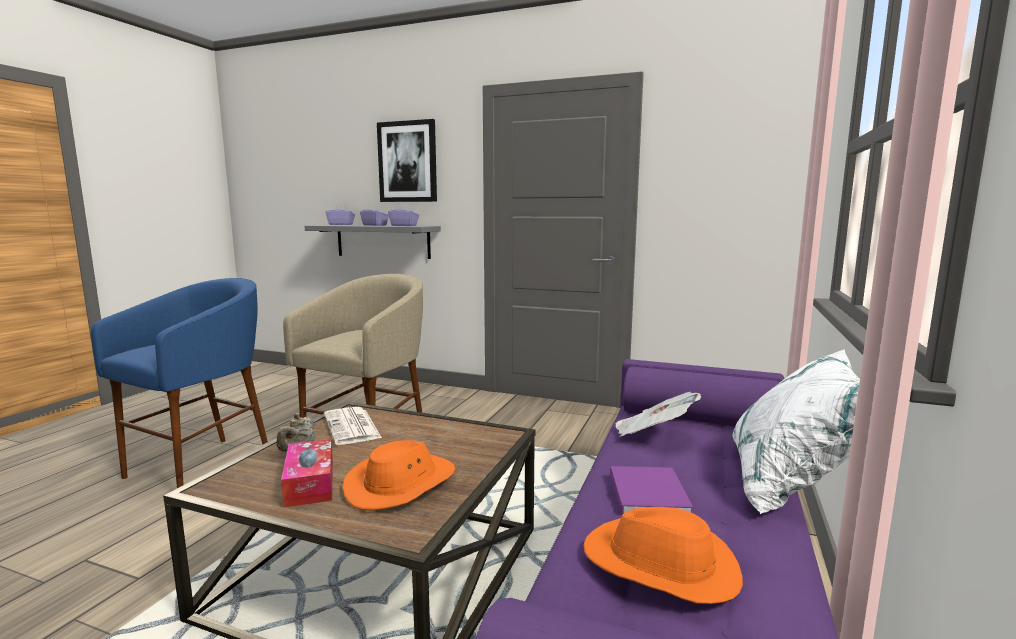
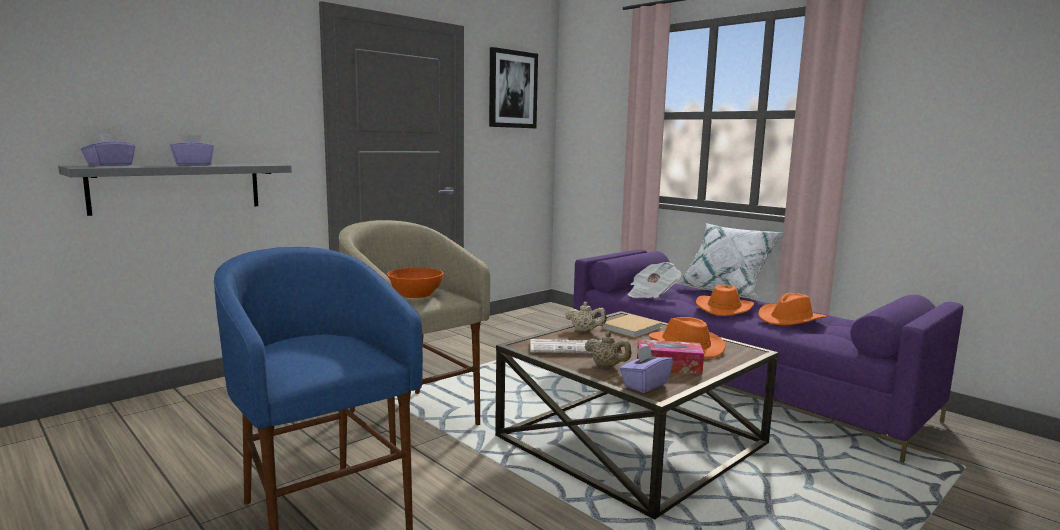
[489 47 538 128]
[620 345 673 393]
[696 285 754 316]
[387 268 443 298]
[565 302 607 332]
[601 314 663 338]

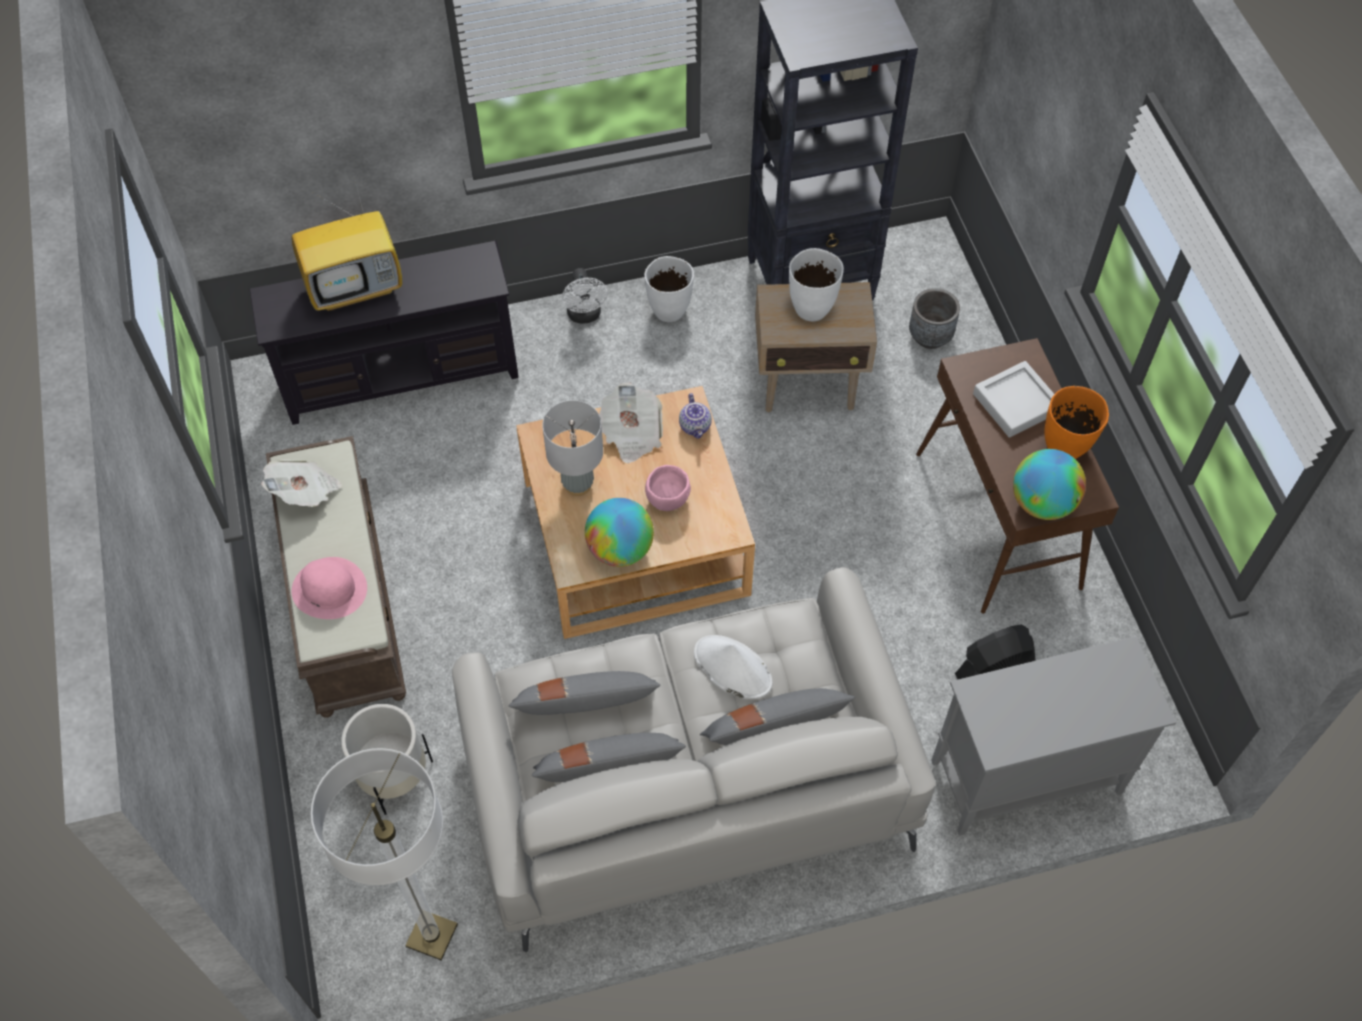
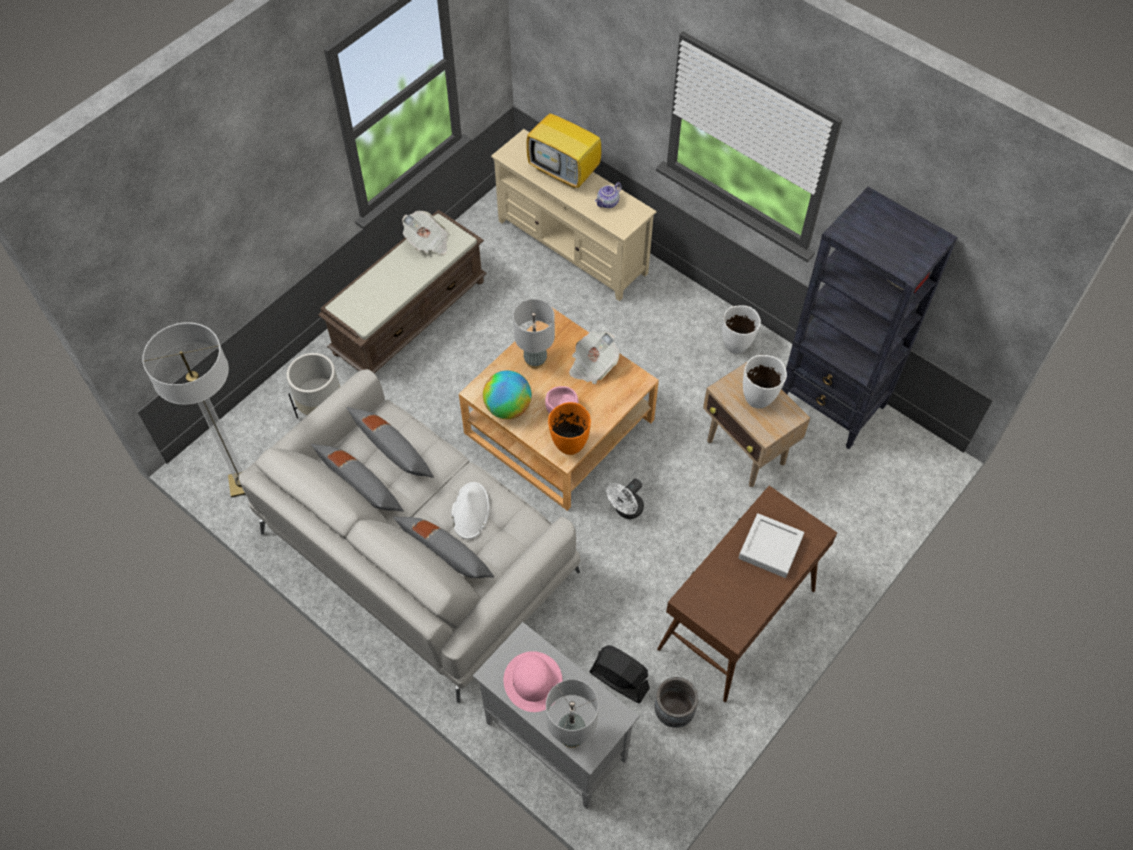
[491 129 657 301]
[503 651 563 712]
[606 478 644 519]
[595 182 622 208]
[654 677 698 728]
[1013 449 1086 520] (first image)
[548 402 591 455]
[546 679 599 748]

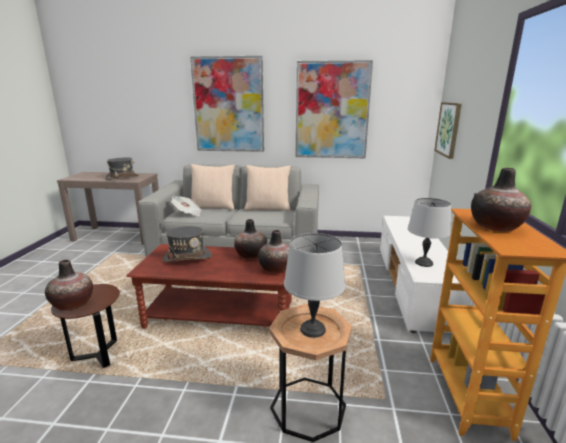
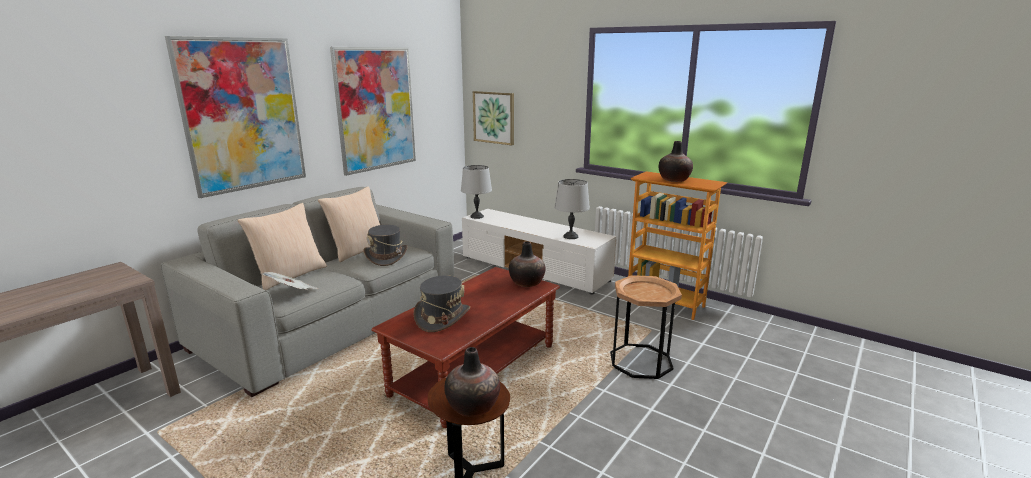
[363 225 407 266]
[234 219 267 259] (first image)
[461 165 492 219]

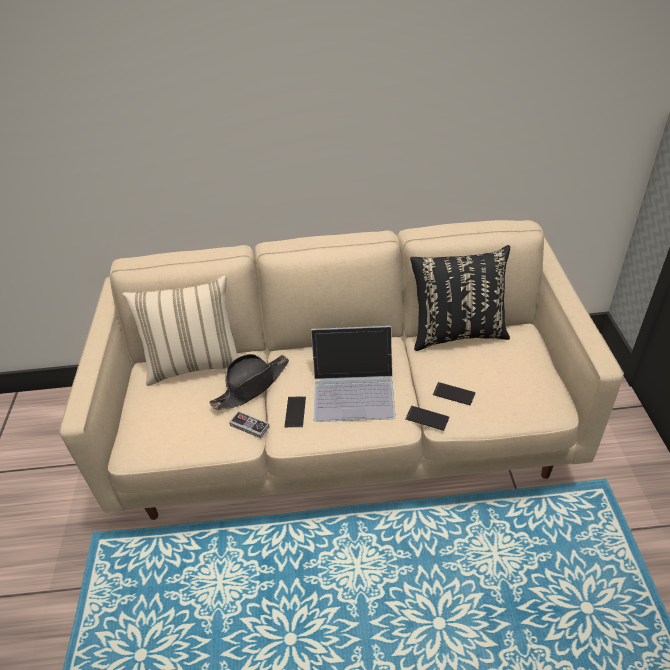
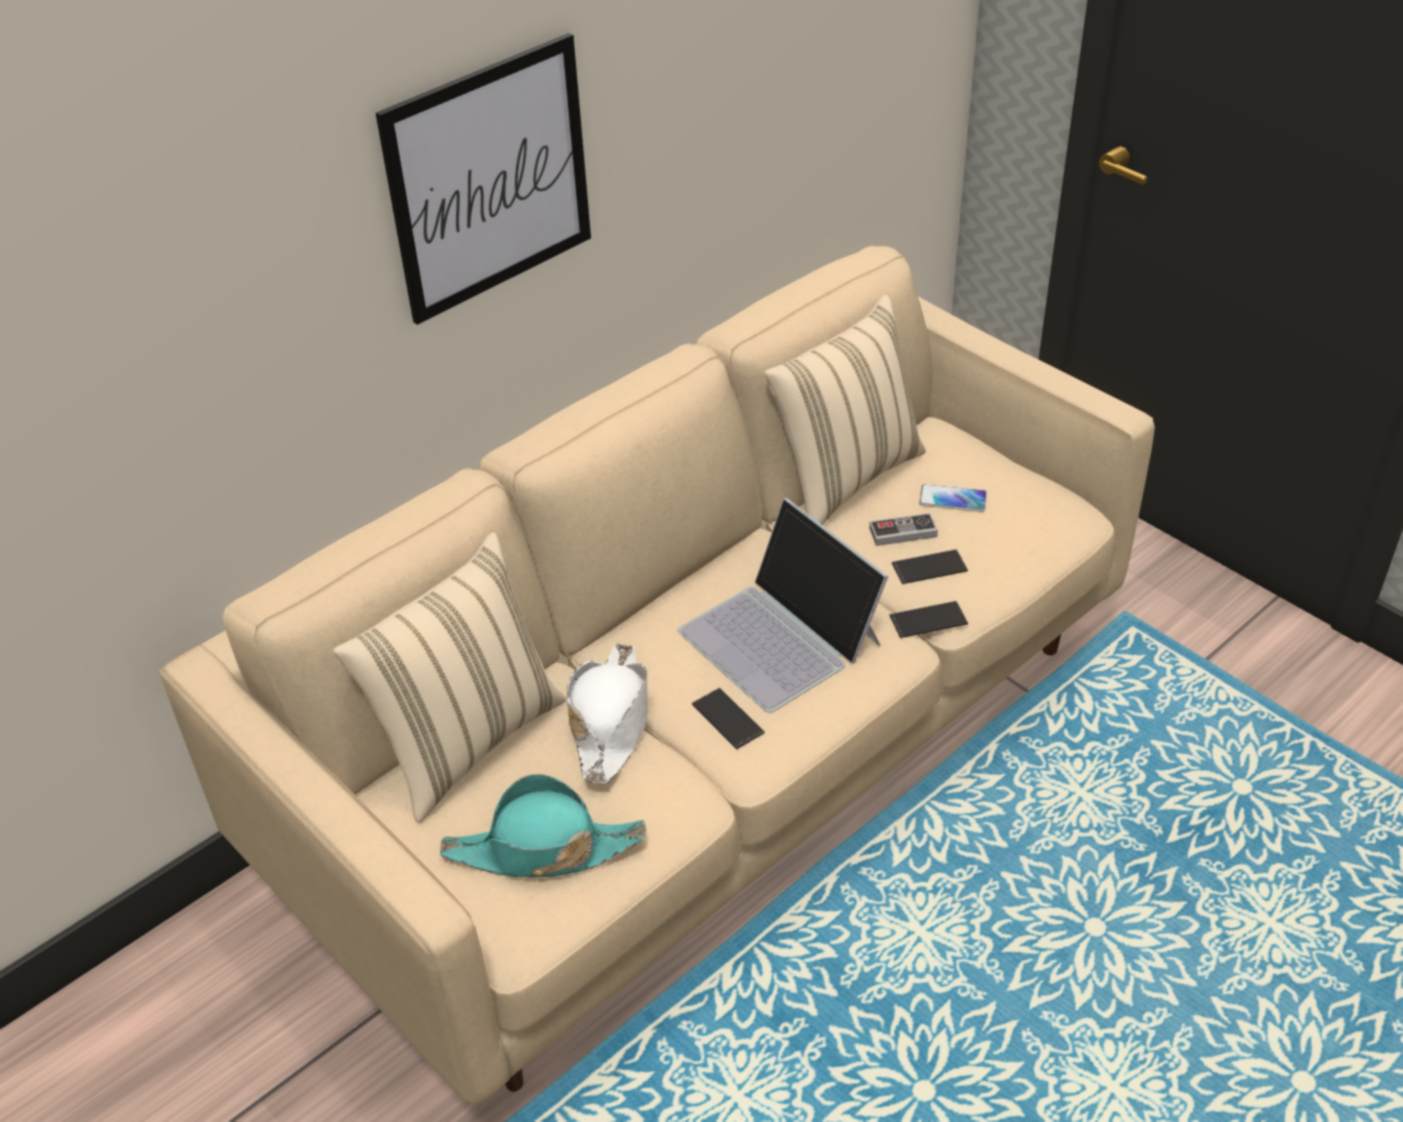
[567 643 648 784]
[869 513 938 546]
[678 498 888 712]
[764 295 926 525]
[376 33 591 325]
[440 774 646 877]
[919 484 987 512]

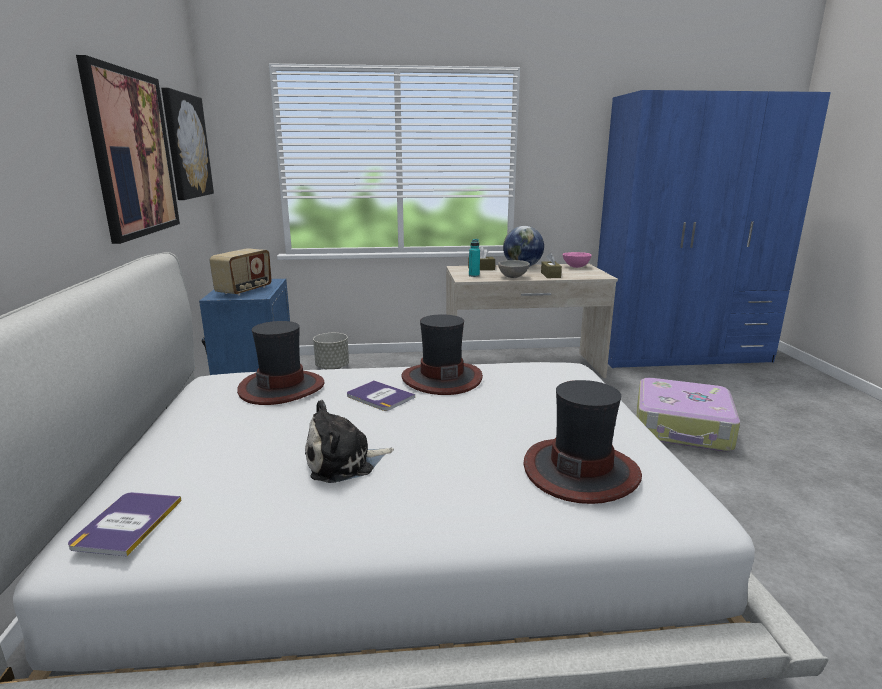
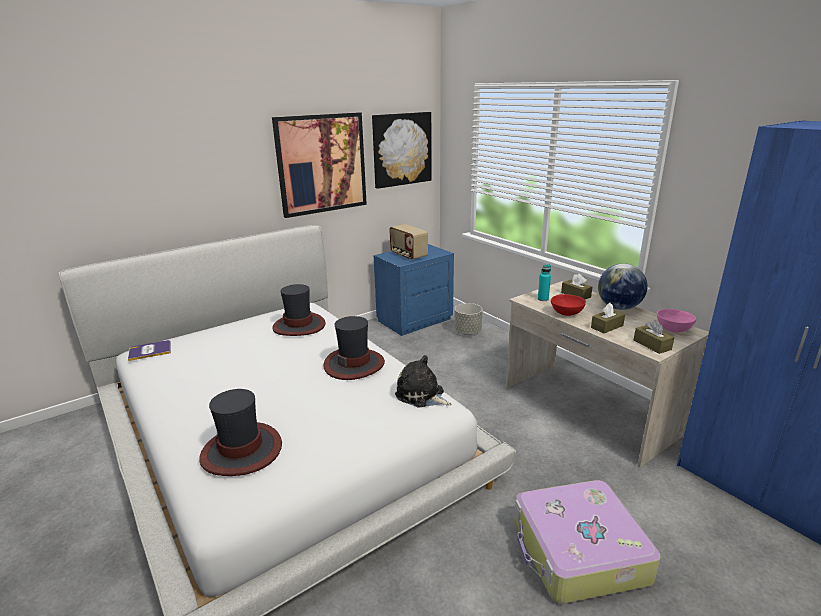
[389 224 428 260]
[395 355 451 408]
[347 381 415 411] (first image)
[551 294 586 316]
[634 320 674 354]

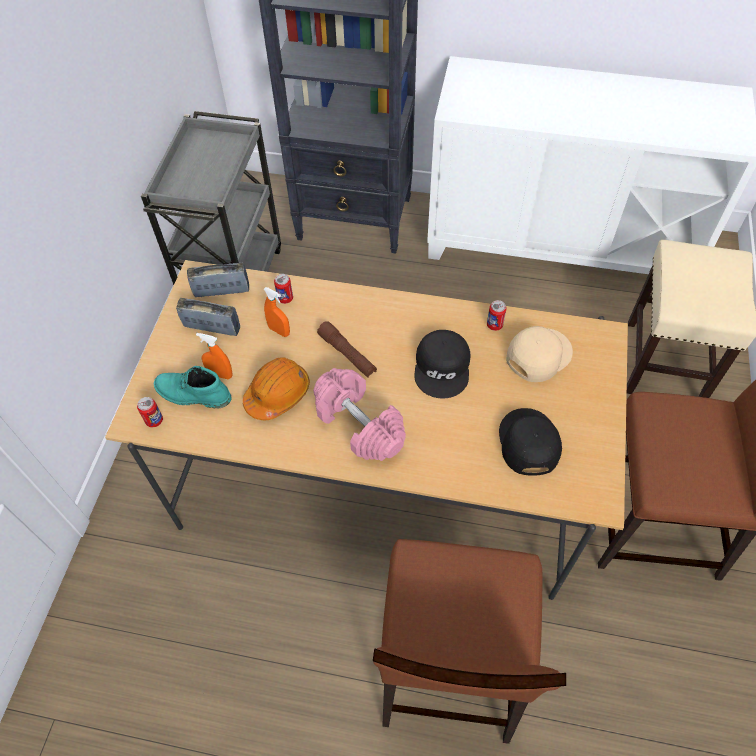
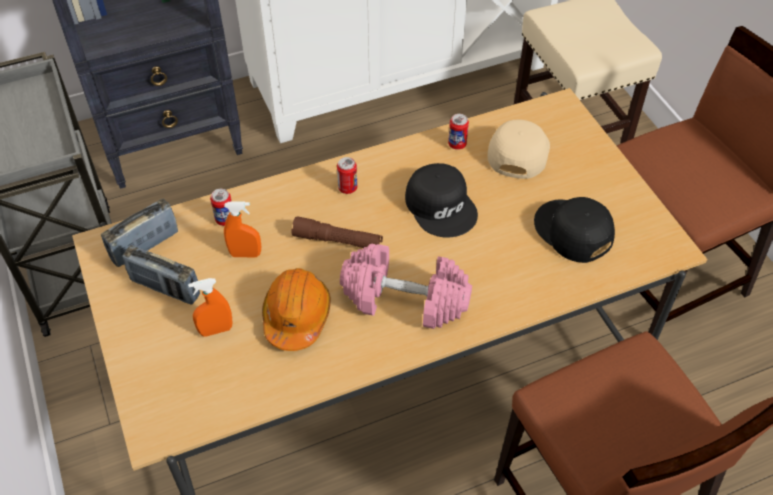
[337 157 357 194]
[154 366 232 409] (first image)
[122 245 200 305]

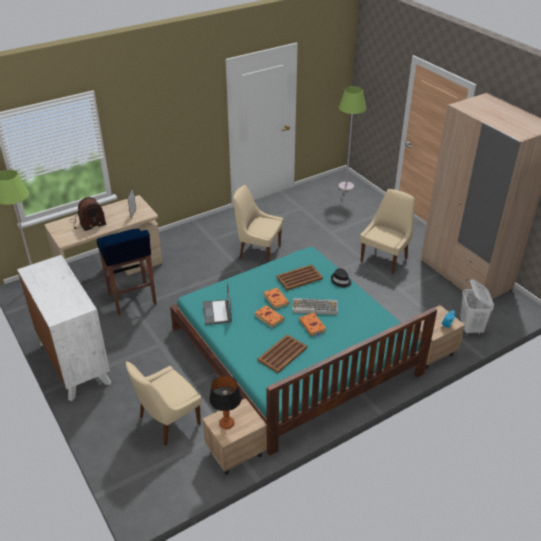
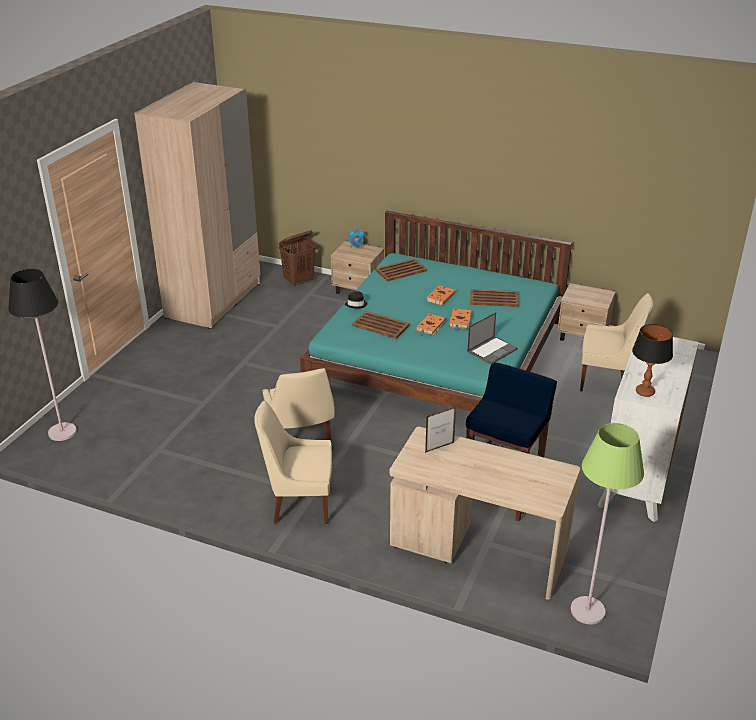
[69 197 106 231] (first image)
[632 324 673 397]
[292 298 338 315] (first image)
[8 269 77 441]
[254 401 332 524]
[279 230 316 286]
[375 258 427 281]

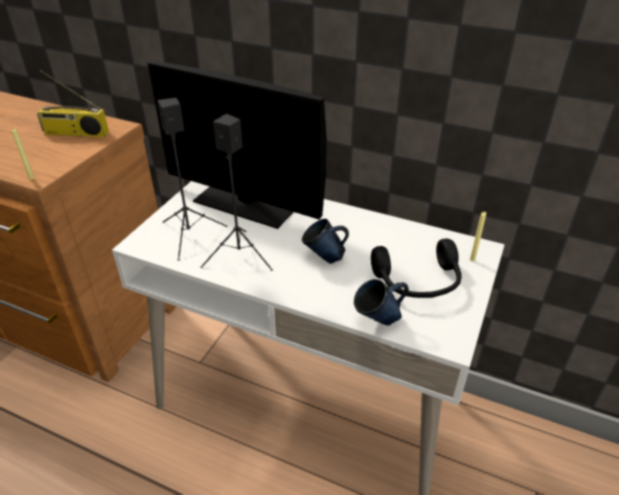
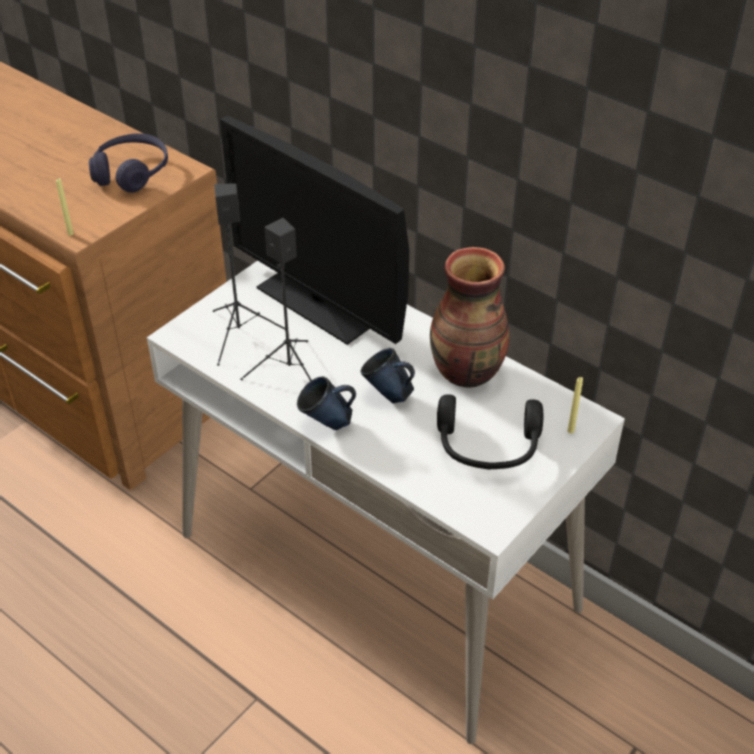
[89 133 168 193]
[297 376 356 430]
[430 247 509 388]

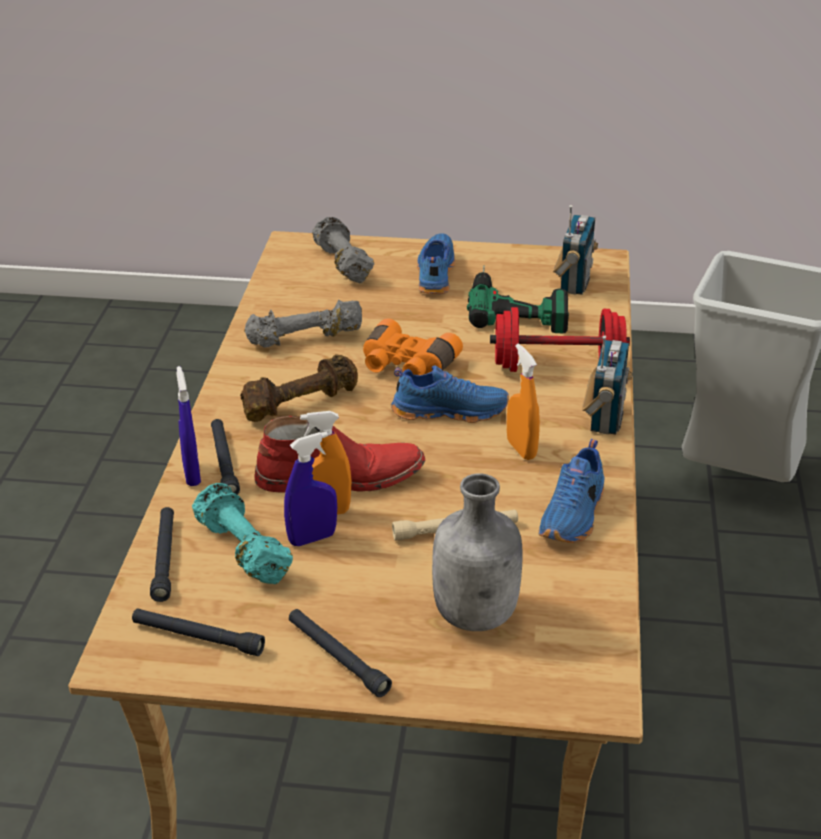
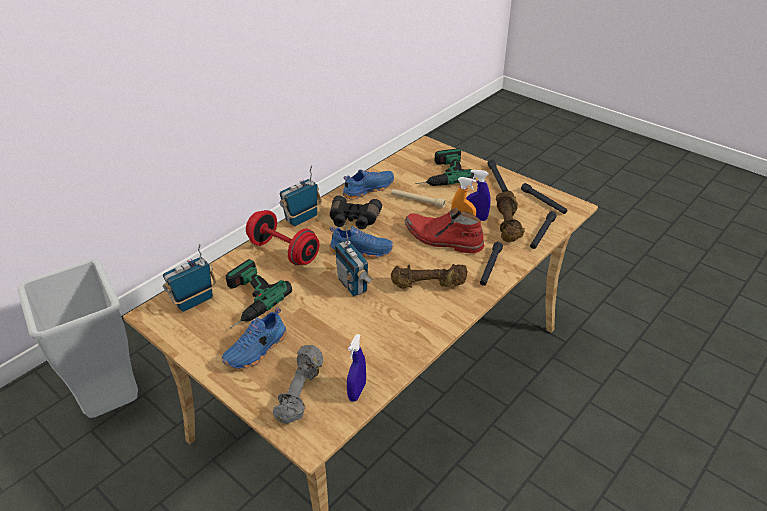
[347 334 366 402]
[496 191 525 242]
[244 300 362 348] (first image)
[335 223 373 296]
[329 226 393 258]
[416 148 476 186]
[330 195 382 229]

